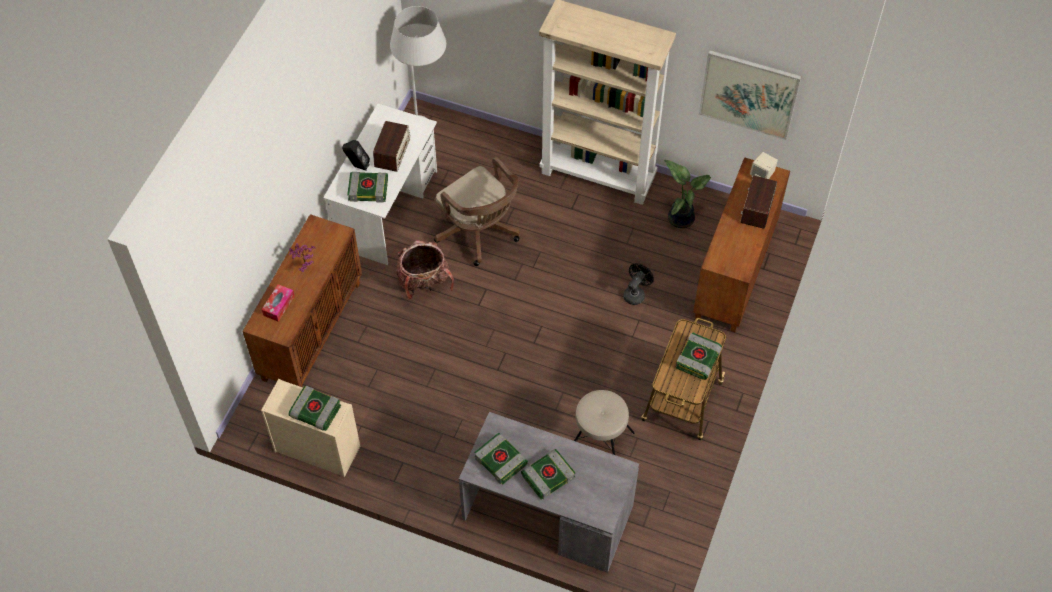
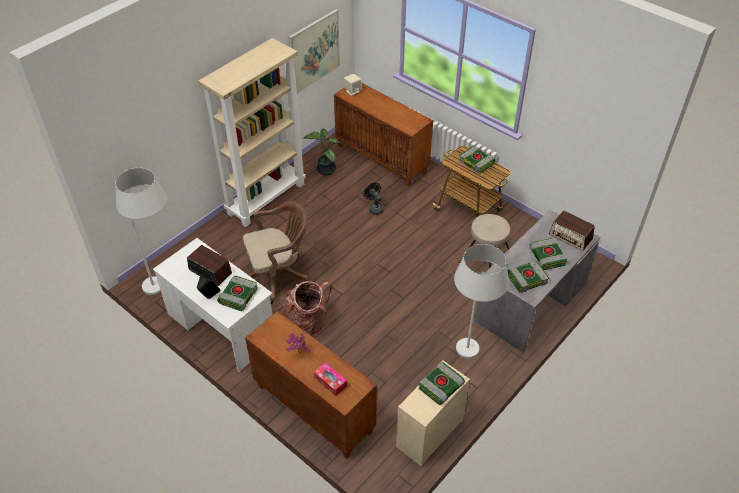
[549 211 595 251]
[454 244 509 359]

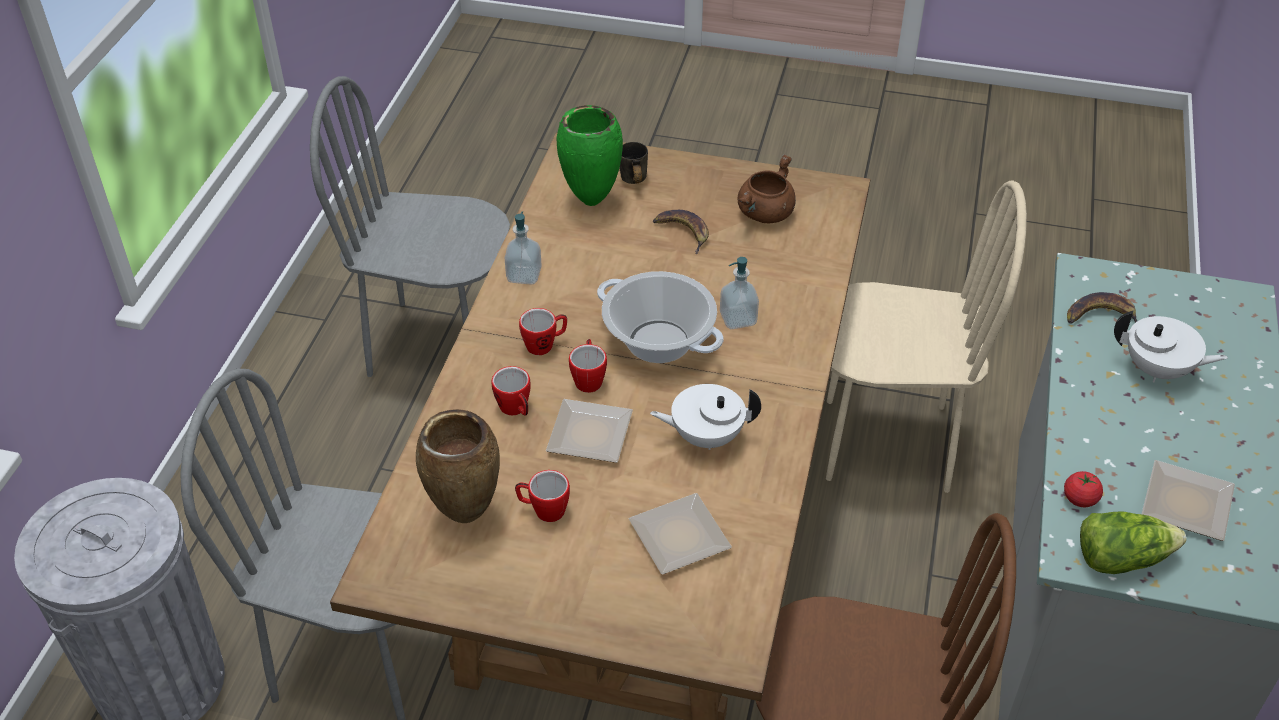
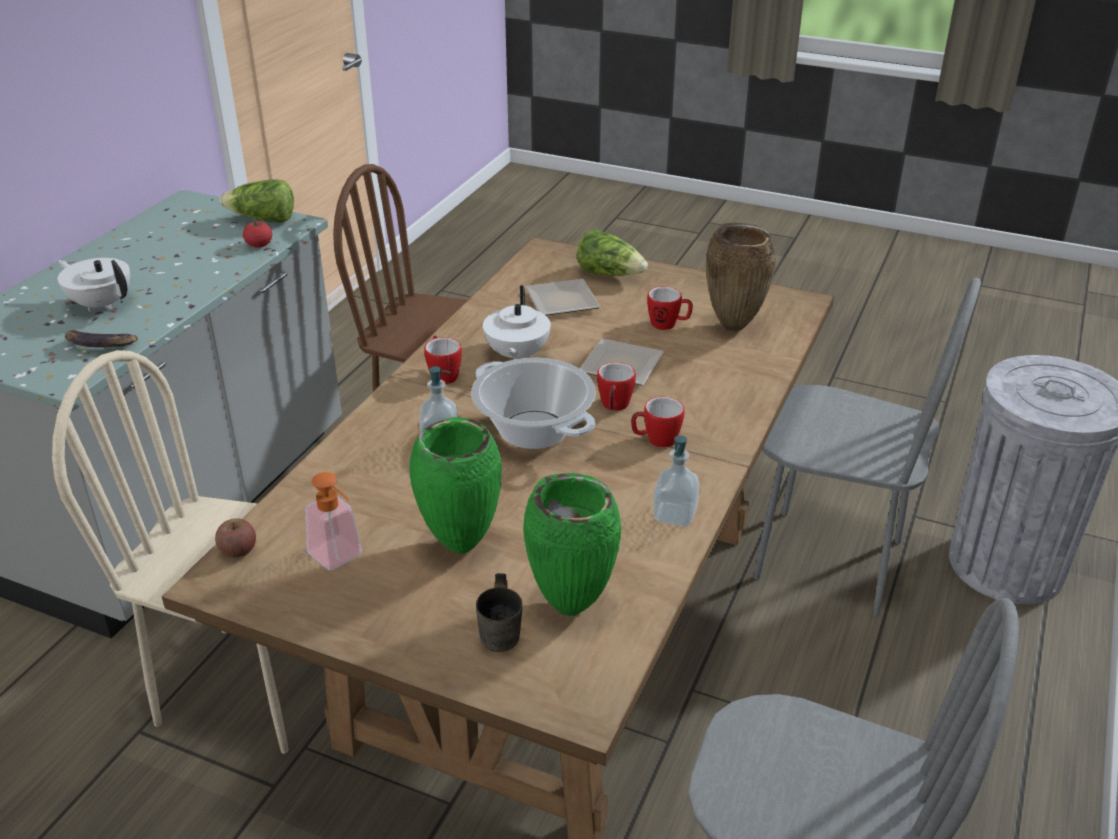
[424 336 462 384]
[483 285 551 359]
[409 417 502 554]
[306 472 362 570]
[1142 460 1235 541] (first image)
[215 518 256 558]
[577 229 648 276]

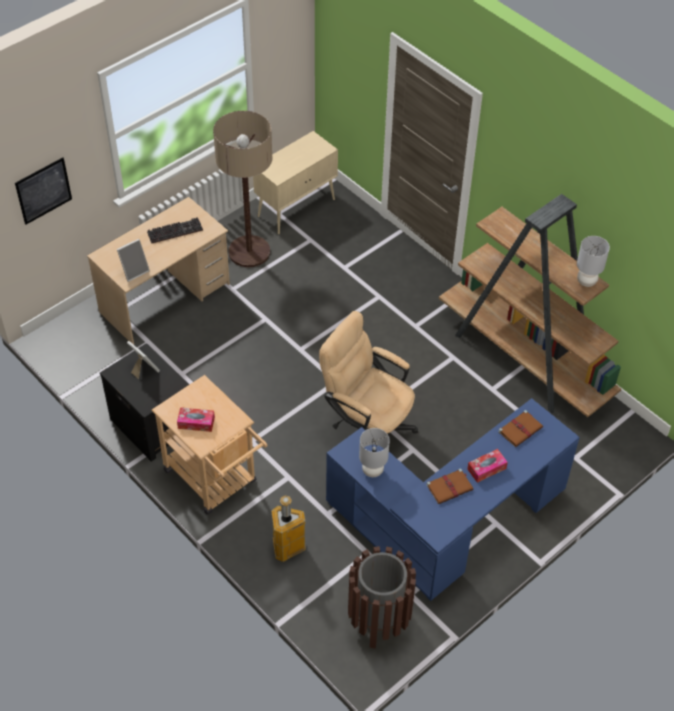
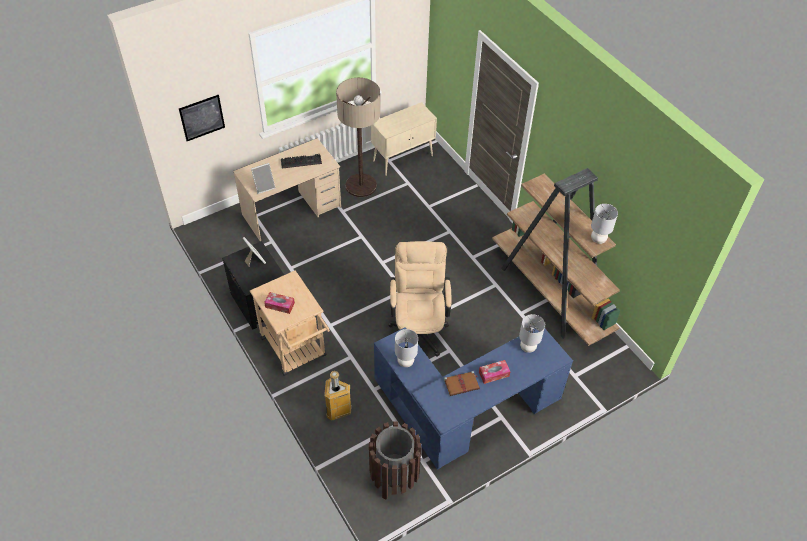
[388 241 451 357]
[519 314 545 353]

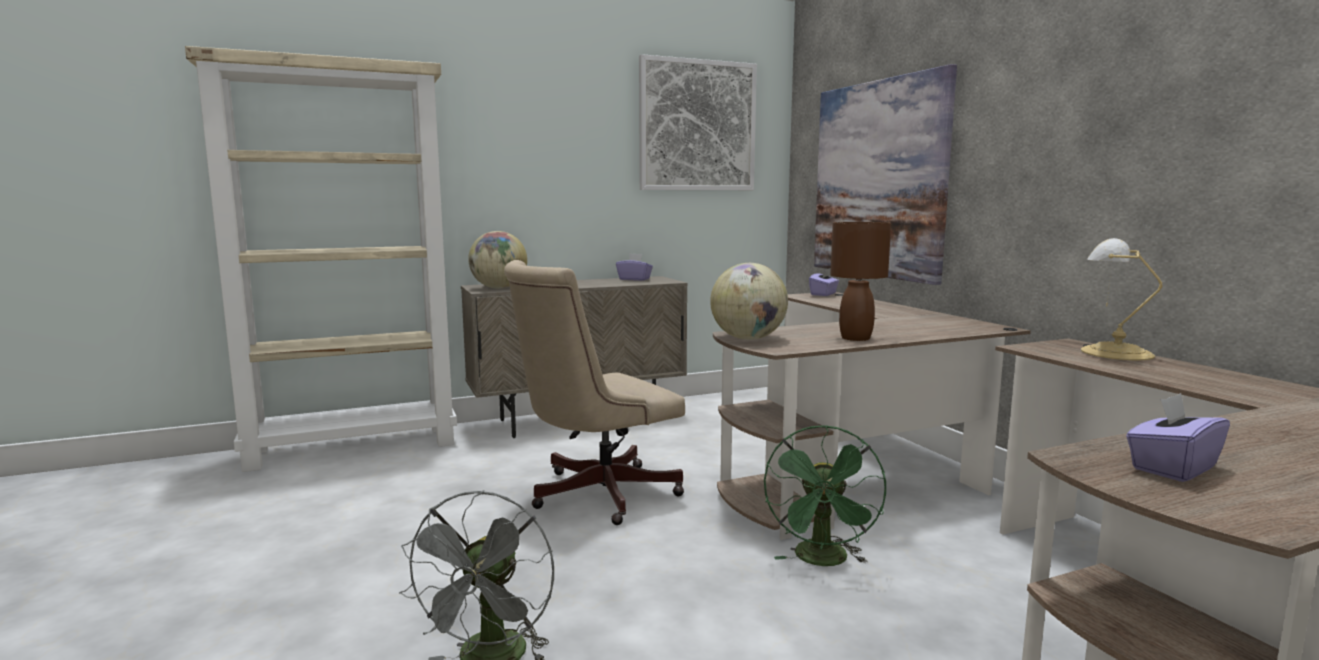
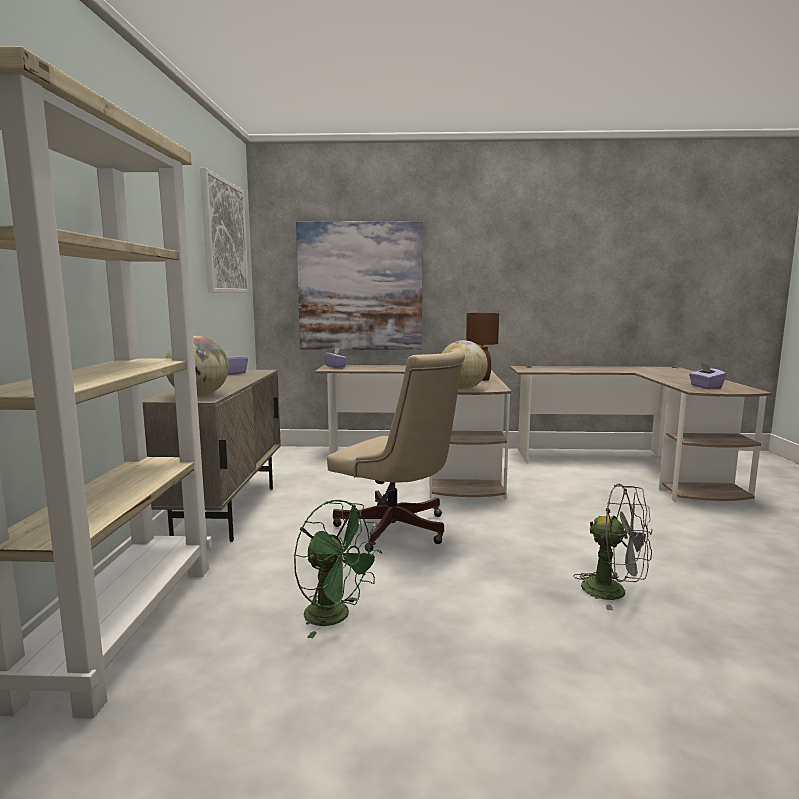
[327 348 465 552]
[294 500 382 638]
[1081 238 1162 360] (first image)

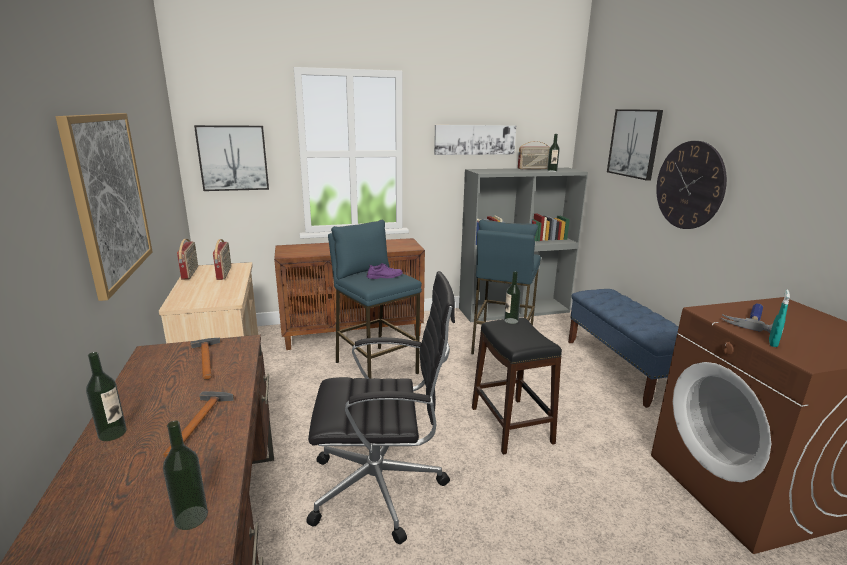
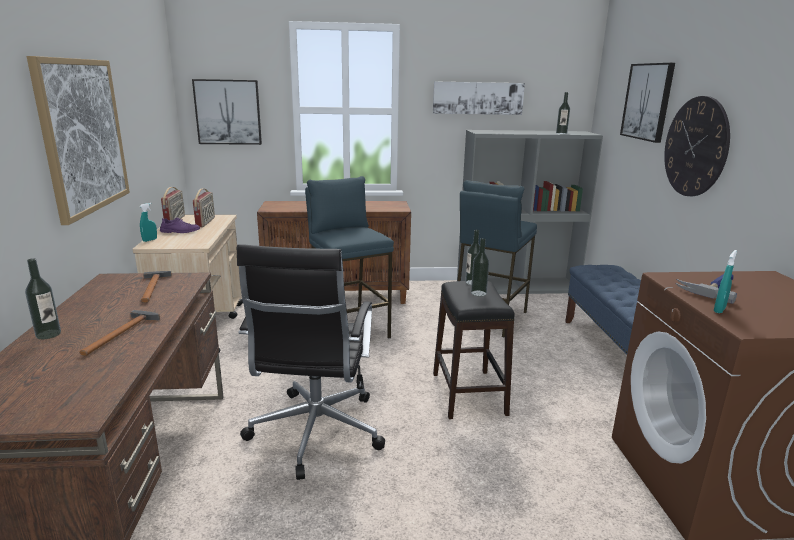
[471 238 489 296]
[237 244 385 480]
[160 218 200 233]
[518 141 550 169] (first image)
[140 203 157 242]

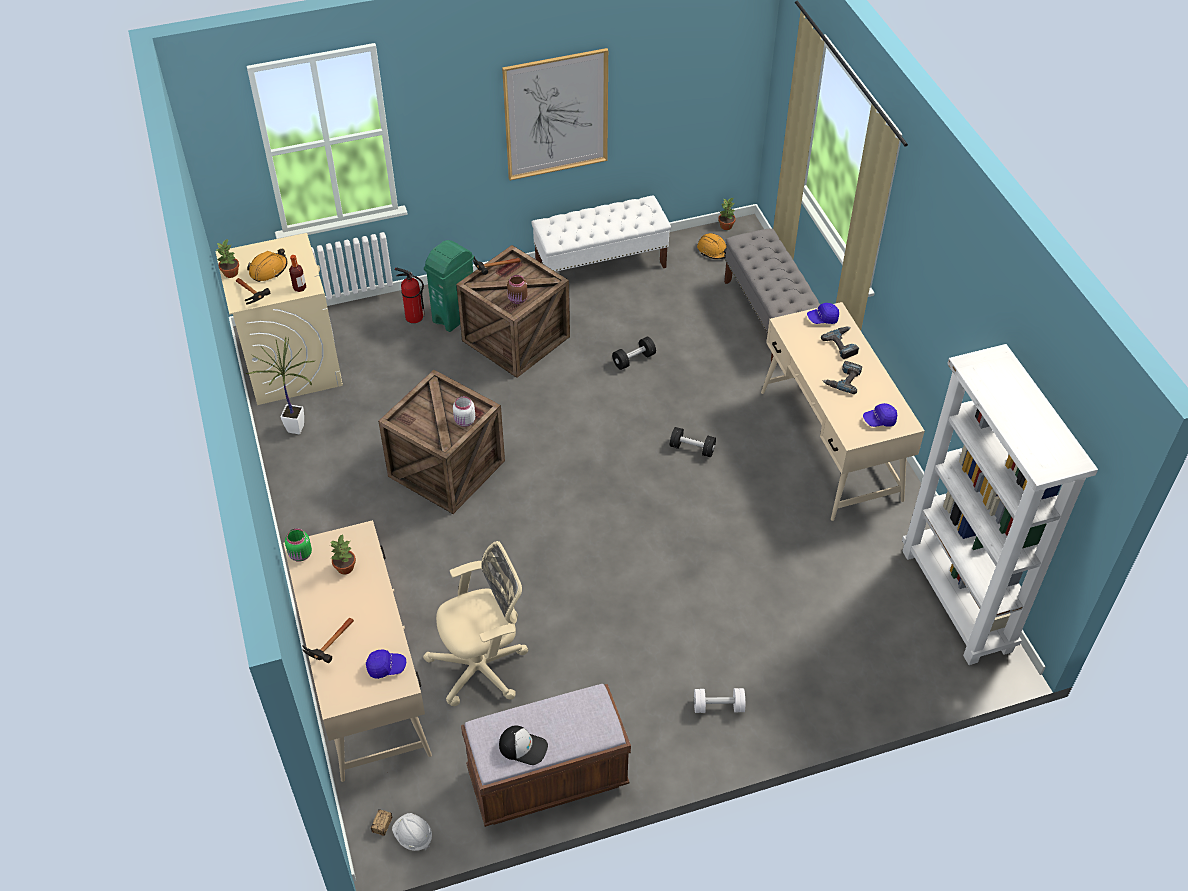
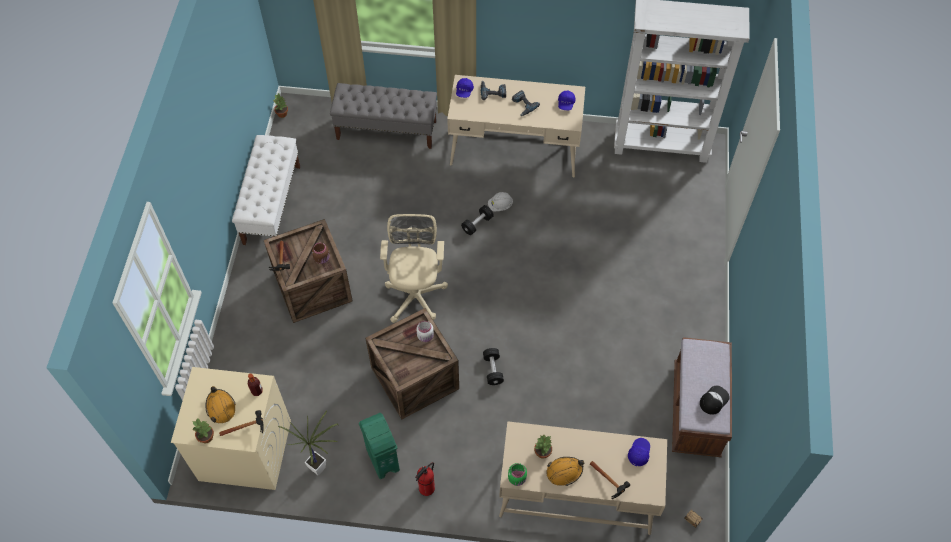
[488 192 513 212]
[415 462 435 496]
[380 214 448 323]
[359 413 400 479]
[502 48 608 180] (first image)
[483 348 504 385]
[693 688 746 713] (first image)
[547 457 584 486]

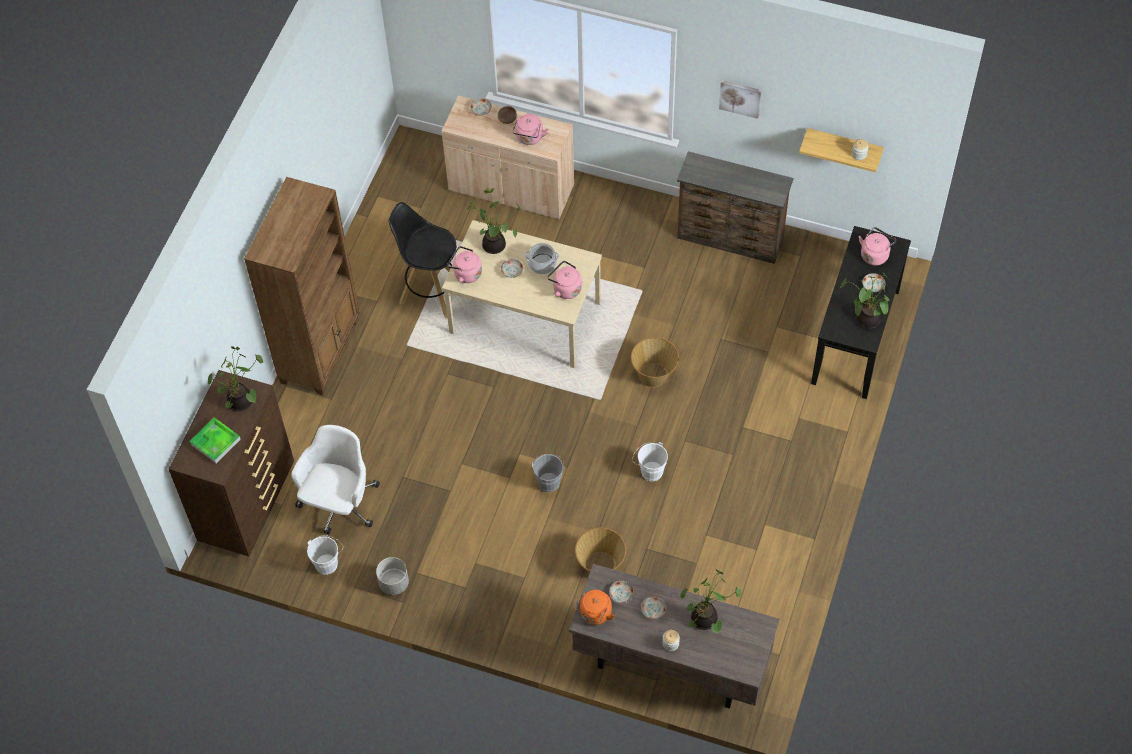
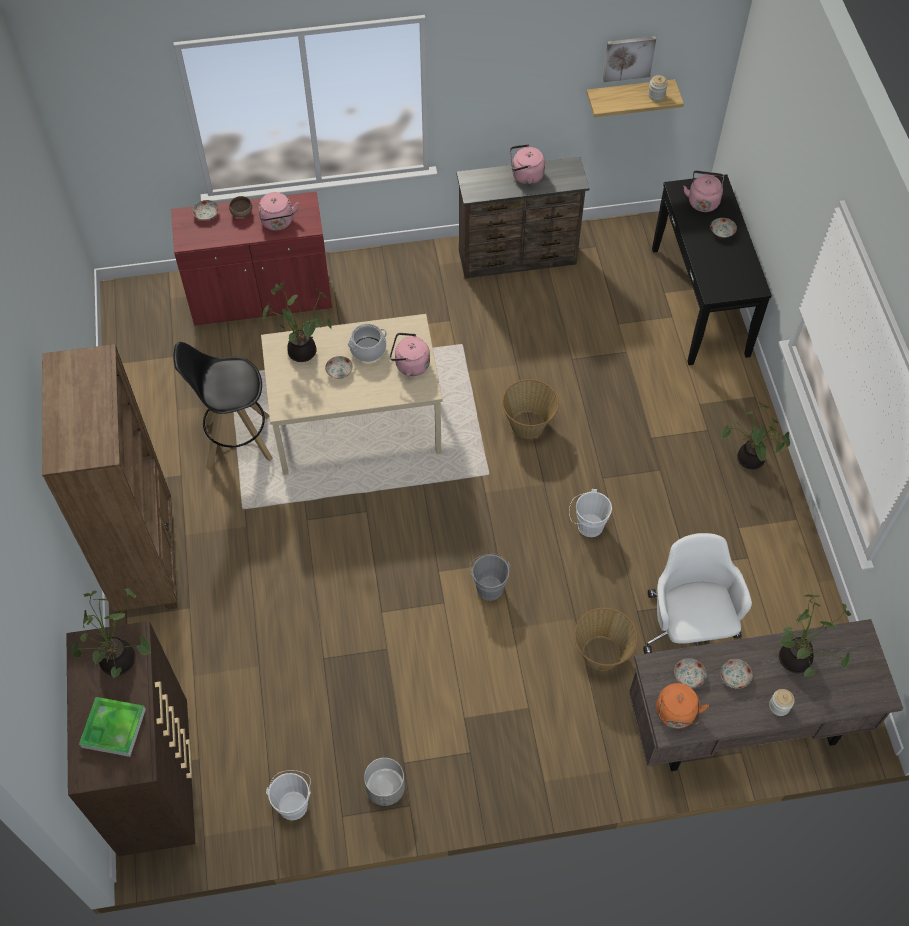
[643 533 752 654]
[171 191 332 326]
[510 144 545 185]
[603 36 656 82]
[721 402 790 470]

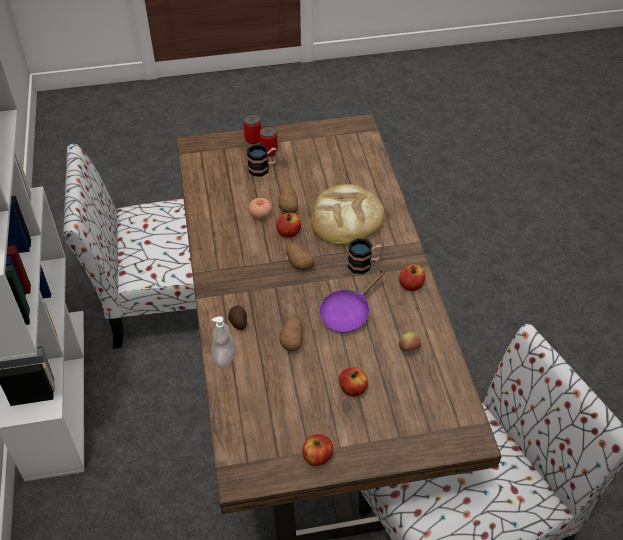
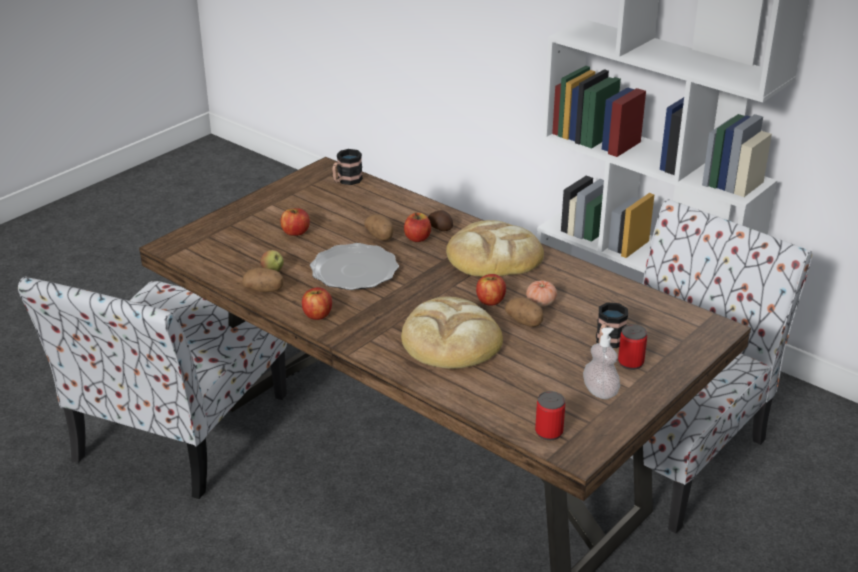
[583 327 620 399]
[535 391 565 440]
[242 268 284 293]
[404 212 431 242]
[310 243 399 290]
[332 149 363 185]
[446 220 544 277]

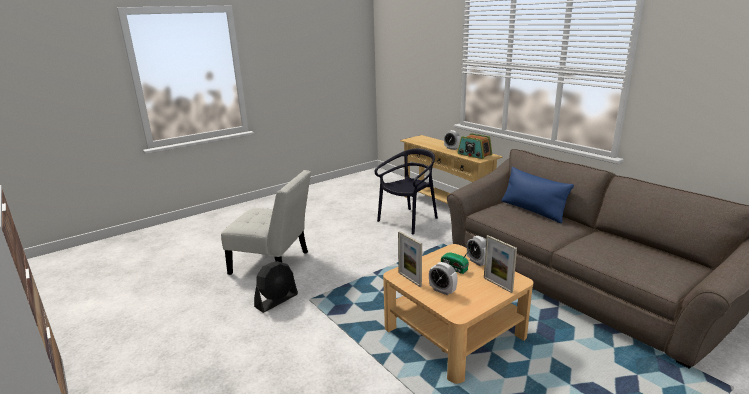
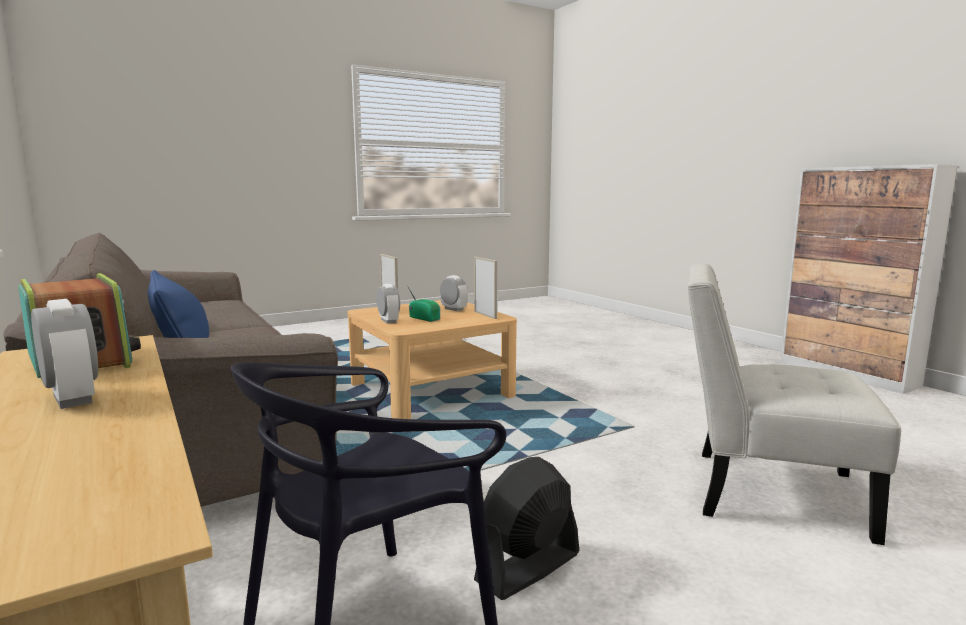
[474 457 579 600]

